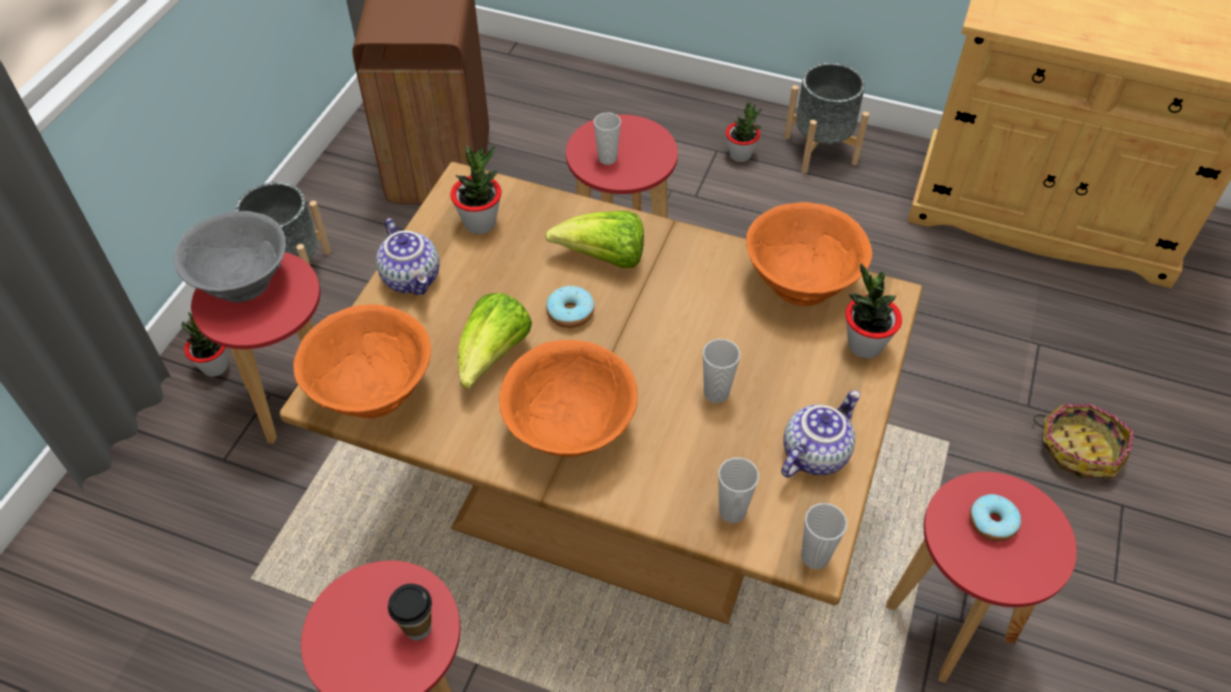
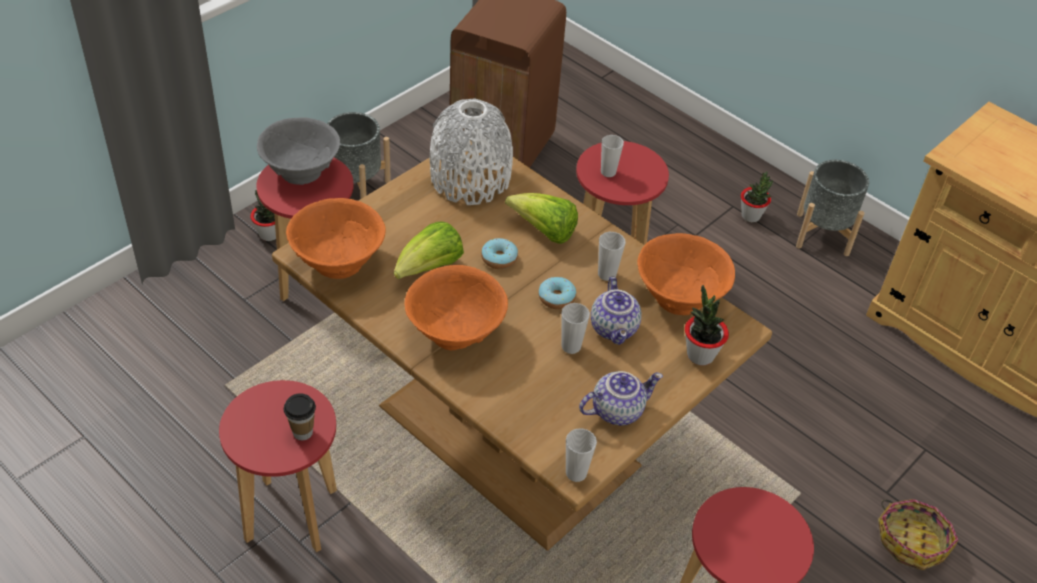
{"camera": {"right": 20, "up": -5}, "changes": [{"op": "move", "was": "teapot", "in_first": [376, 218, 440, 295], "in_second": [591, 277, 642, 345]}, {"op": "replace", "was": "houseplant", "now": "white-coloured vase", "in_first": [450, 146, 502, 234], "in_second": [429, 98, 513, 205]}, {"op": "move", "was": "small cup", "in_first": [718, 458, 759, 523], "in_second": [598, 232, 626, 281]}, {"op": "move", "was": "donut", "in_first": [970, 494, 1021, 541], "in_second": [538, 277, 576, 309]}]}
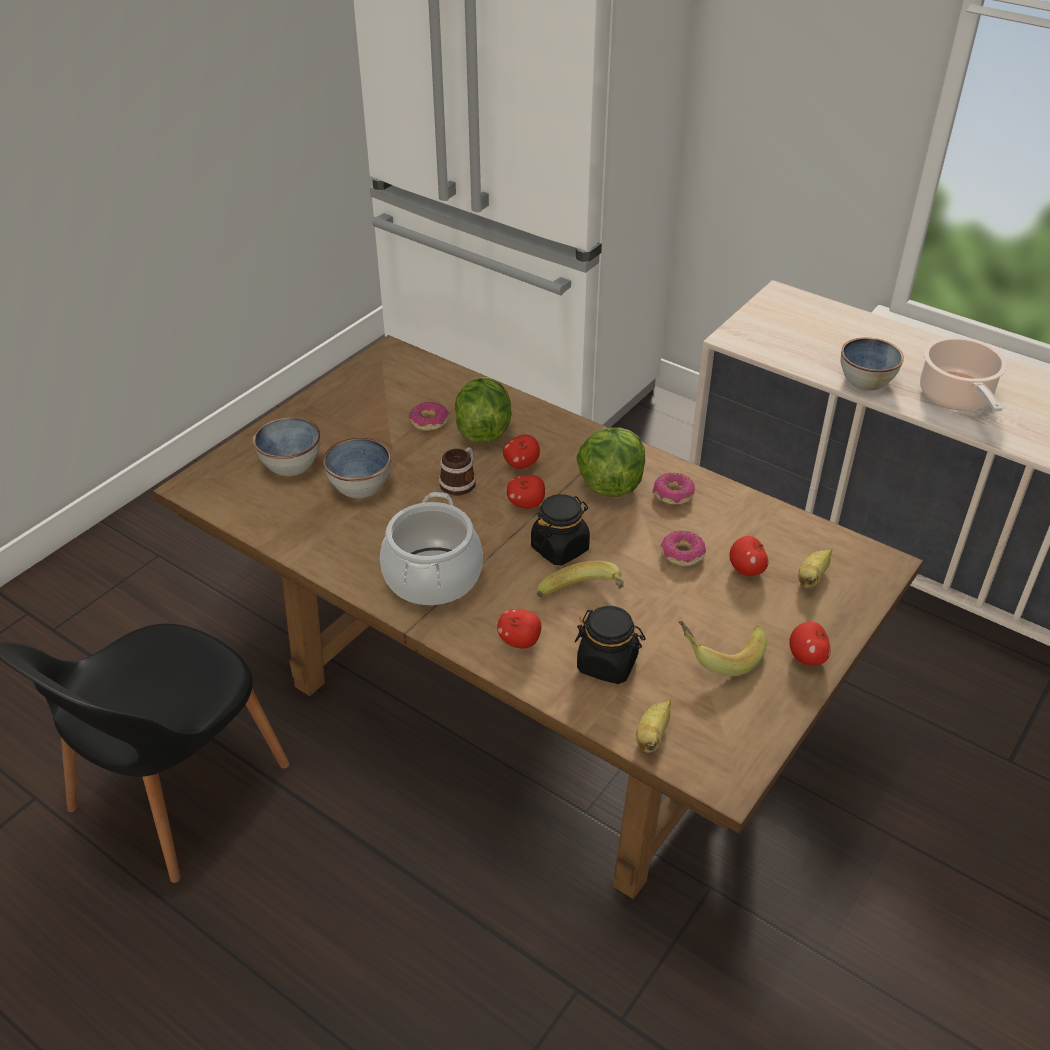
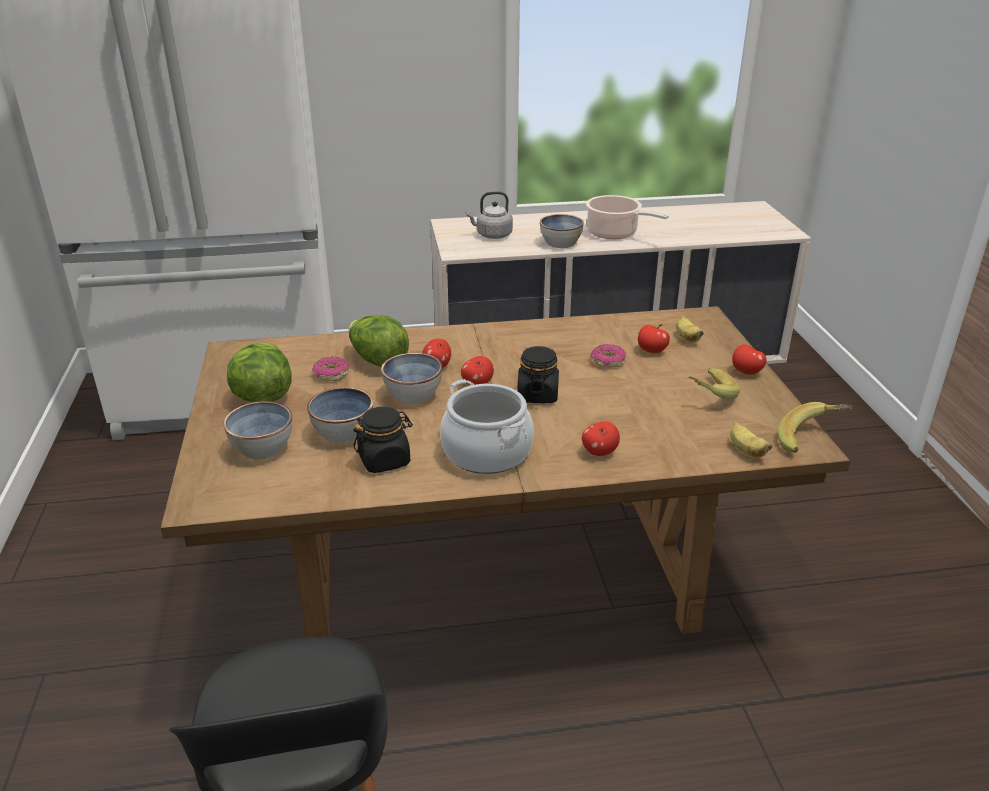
{"camera": {"right": -45, "up": -10}, "changes": [{"op": "replace", "was": "tea mug", "now": "serving bowl", "in_first": [439, 447, 476, 495], "in_second": [381, 353, 442, 404]}, {"op": "move", "was": "banana", "in_first": [537, 561, 624, 597], "in_second": [778, 402, 853, 453]}, {"op": "move", "was": "black-coloured storage jar", "in_first": [575, 606, 646, 684], "in_second": [353, 407, 413, 473]}, {"op": "move", "was": "lettuce head", "in_first": [576, 428, 645, 497], "in_second": [227, 342, 292, 402]}, {"op": "delete", "was": "donut", "in_first": [653, 472, 695, 505]}, {"op": "insert", "now": "grey kettle", "in_second": [466, 191, 513, 239]}]}
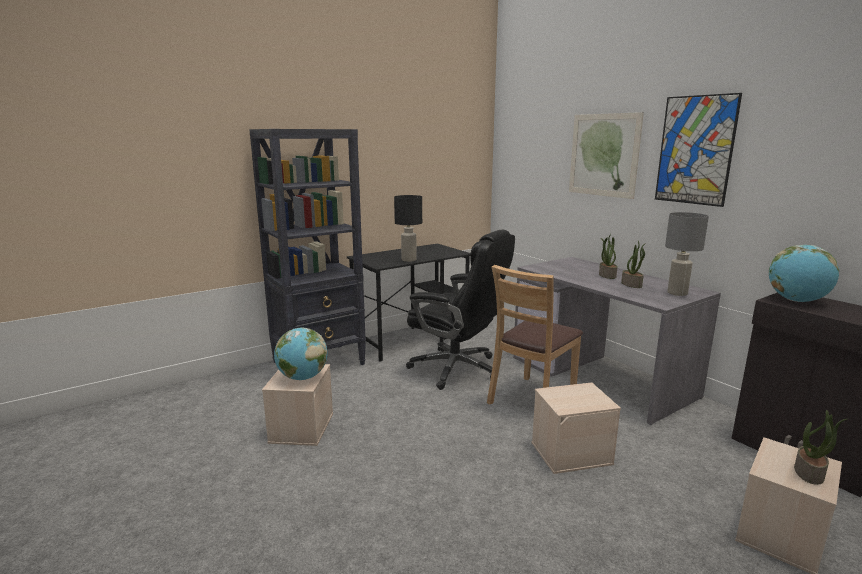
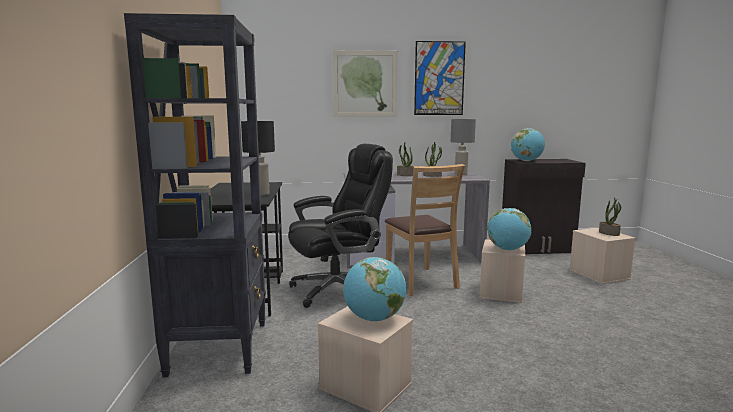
{"camera": {"right": -60, "up": -5}, "changes": [{"op": "insert", "now": "globe", "in_second": [487, 208, 532, 250]}]}
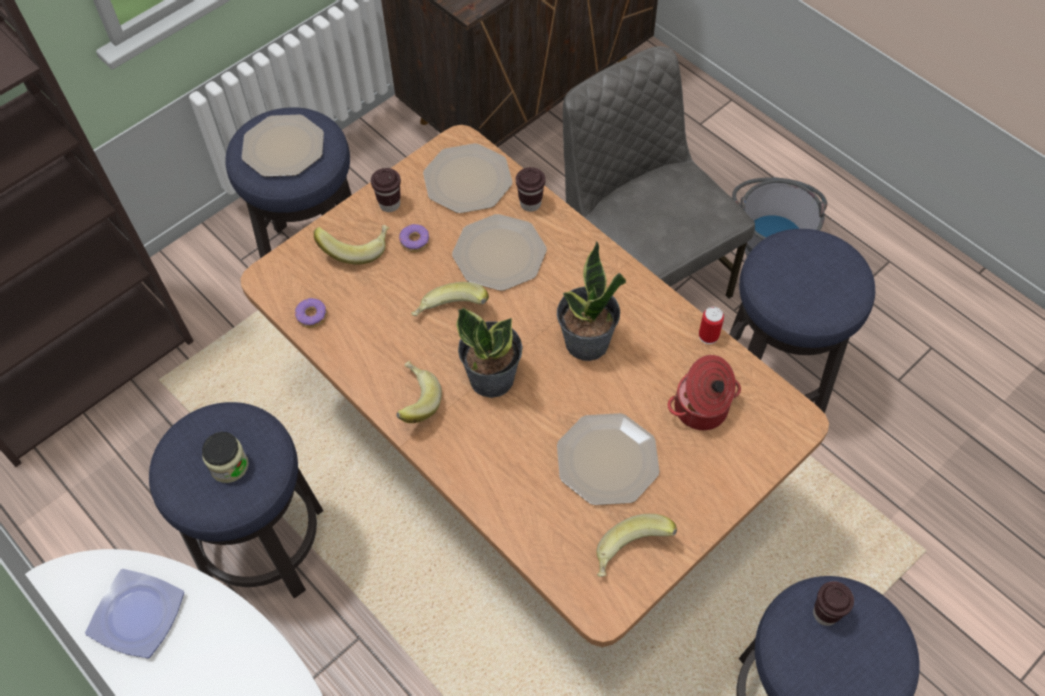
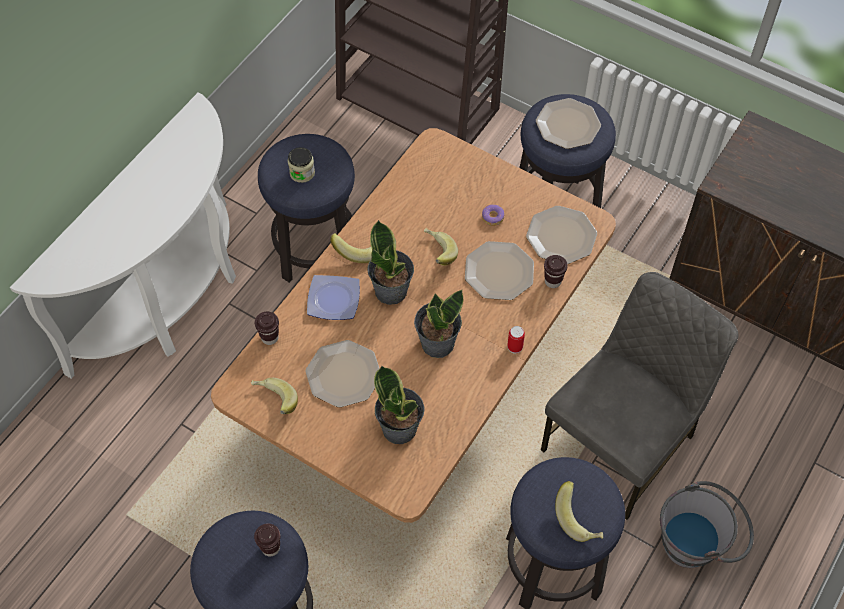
{"camera": {"right": 75, "up": 0}, "changes": [{"op": "move", "was": "flat dish", "in_first": [85, 569, 184, 658], "in_second": [307, 275, 360, 320]}, {"op": "delete", "was": "donut", "in_first": [295, 298, 327, 328]}, {"op": "move", "was": "banana", "in_first": [314, 225, 389, 265], "in_second": [555, 481, 603, 542]}, {"op": "move", "was": "brownish small cup", "in_first": [371, 168, 401, 212], "in_second": [255, 312, 279, 345]}, {"op": "replace", "was": "cooking pot", "now": "houseplant", "in_first": [668, 355, 741, 430], "in_second": [374, 366, 424, 444]}, {"op": "move", "was": "metal can", "in_first": [699, 307, 724, 344], "in_second": [507, 326, 525, 354]}]}
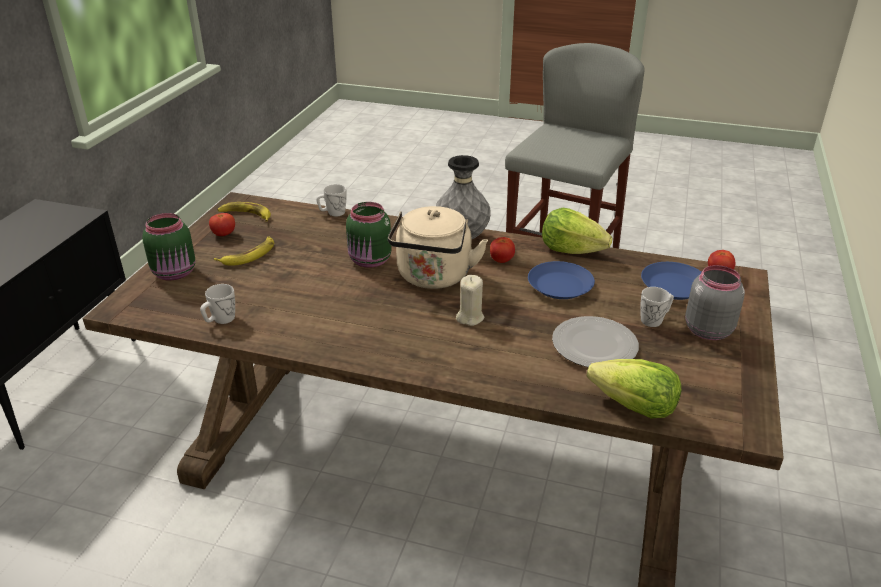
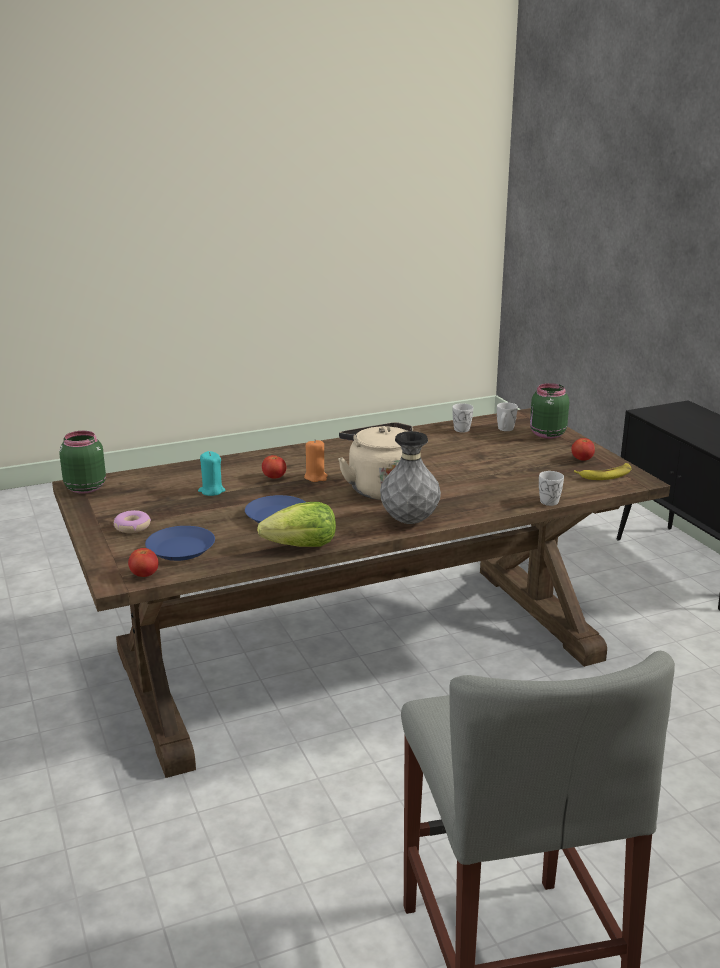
{"camera": {"right": 140, "up": -10}, "changes": [{"op": "delete", "was": "banana", "in_first": [214, 237, 274, 266]}, {"op": "move", "was": "green-coloured storage jar", "in_first": [346, 202, 391, 268], "in_second": [59, 431, 106, 494]}, {"op": "recolor", "was": "sand-coloured wax candle", "now": "orange-coloured wax candle", "in_first": [456, 275, 484, 326], "in_second": [304, 439, 327, 482]}, {"op": "move", "was": "tomato", "in_first": [490, 237, 515, 263], "in_second": [262, 455, 286, 479]}, {"op": "replace", "was": "flat dish", "now": "turquoise wax candle", "in_first": [552, 316, 639, 367], "in_second": [198, 451, 225, 496]}, {"op": "delete", "was": "lettuce head", "in_first": [587, 359, 681, 419]}, {"op": "move", "was": "white-coloured tea mug", "in_first": [640, 287, 674, 327], "in_second": [497, 402, 518, 431]}, {"op": "replace", "was": "grey storage jar", "now": "donut", "in_first": [685, 265, 745, 340], "in_second": [114, 510, 151, 533]}]}
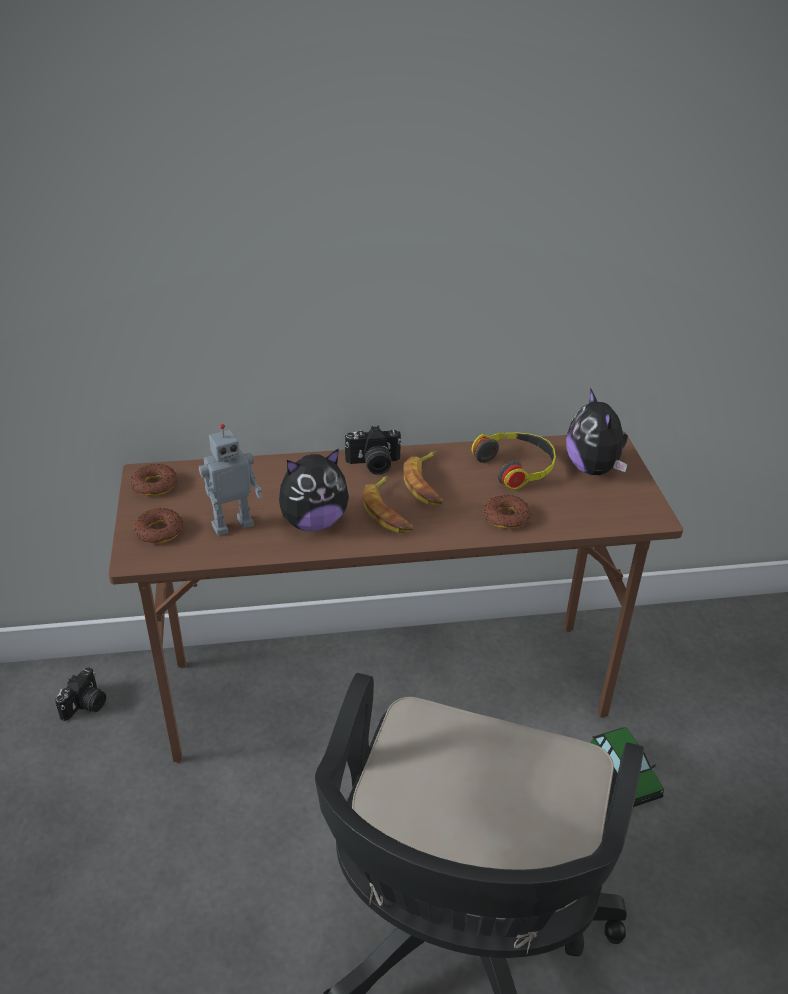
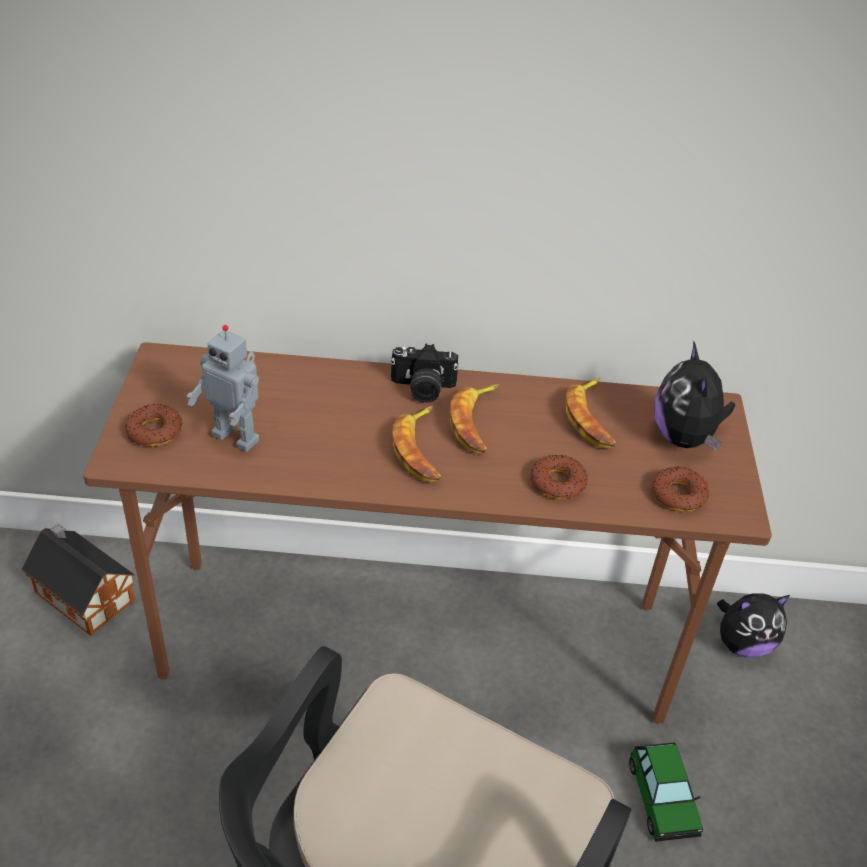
{"camera": {"right": 10, "up": 5}, "changes": [{"op": "replace", "was": "still camera", "now": "model house", "in_first": [55, 667, 106, 721], "in_second": [21, 523, 135, 636]}, {"op": "move", "was": "donut", "in_first": [130, 464, 177, 496], "in_second": [652, 466, 709, 512]}, {"op": "rotate", "was": "robot figure", "in_first": [199, 424, 262, 536], "in_second": [187, 325, 259, 452], "clockwise": 45}, {"op": "move", "was": "soft toy", "in_first": [279, 448, 349, 531], "in_second": [717, 593, 790, 658]}, {"op": "replace", "was": "headphones", "now": "banana", "in_first": [472, 433, 556, 490], "in_second": [565, 378, 616, 448]}]}
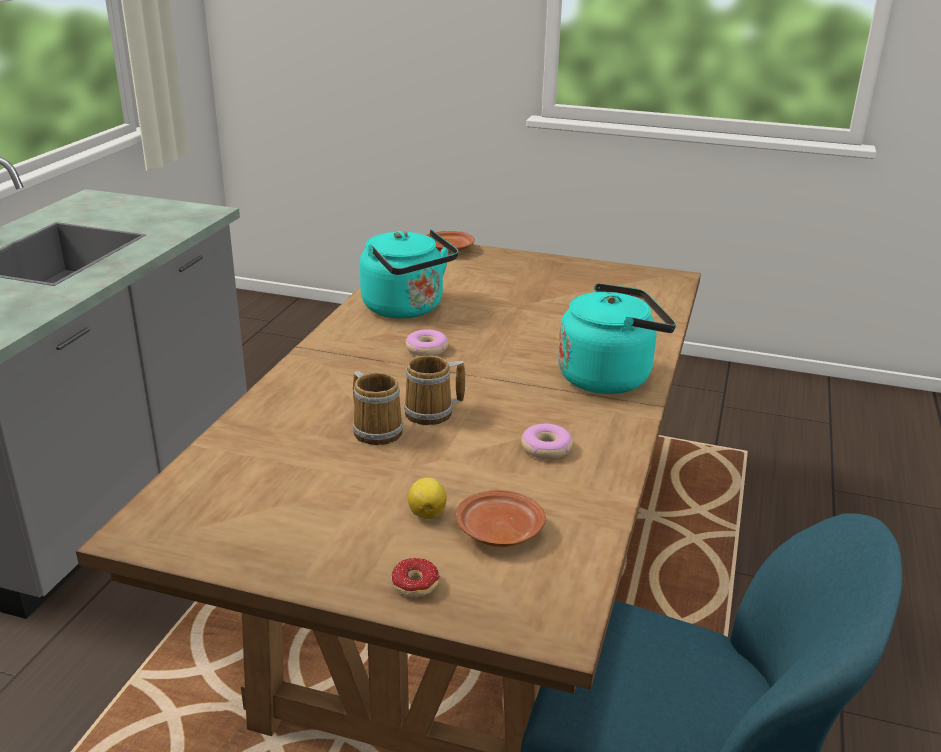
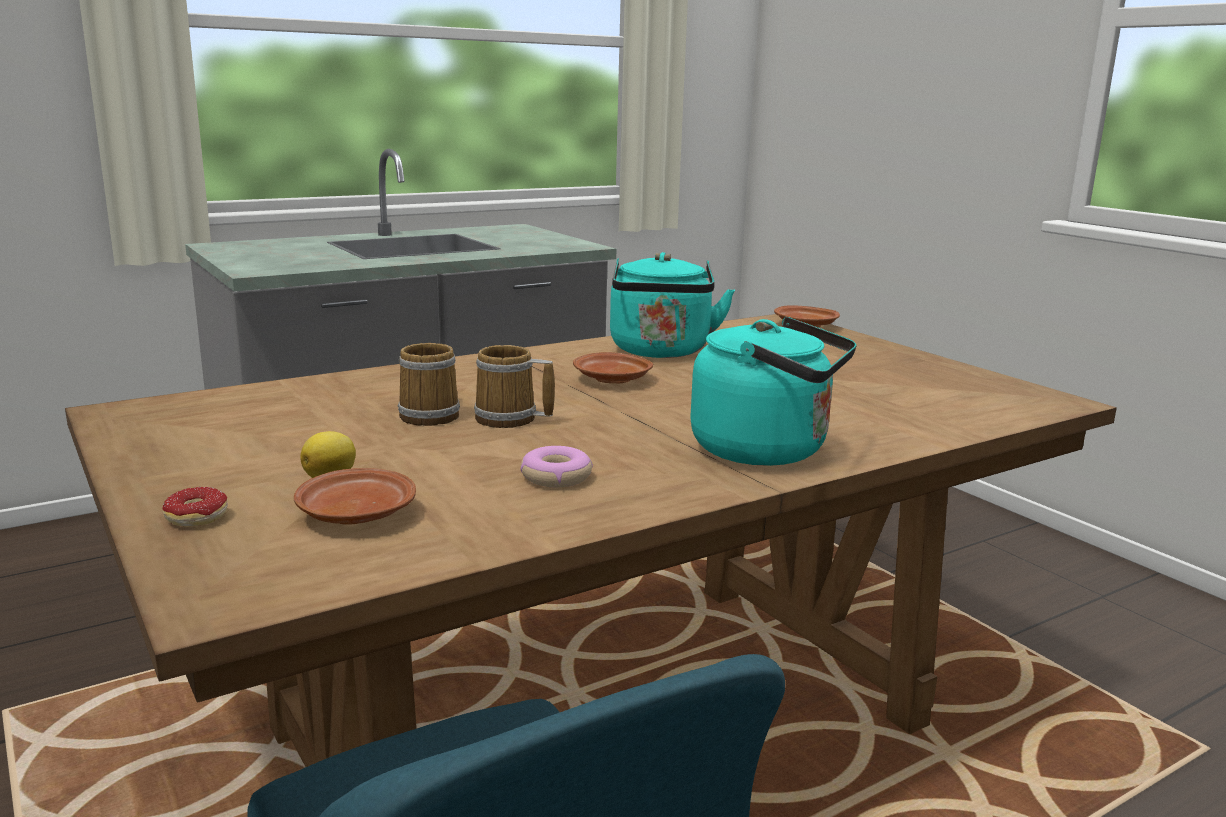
{"camera": {"right": 40, "up": -10}, "changes": [{"op": "replace", "was": "donut", "now": "brownish flat dish", "in_first": [405, 329, 448, 356], "in_second": [573, 352, 653, 383]}]}
